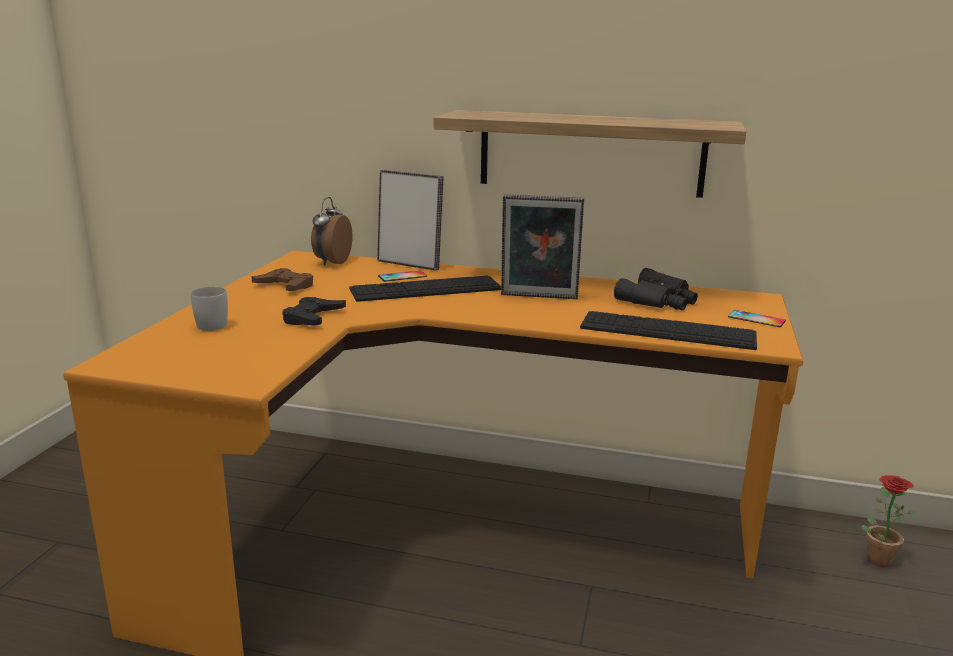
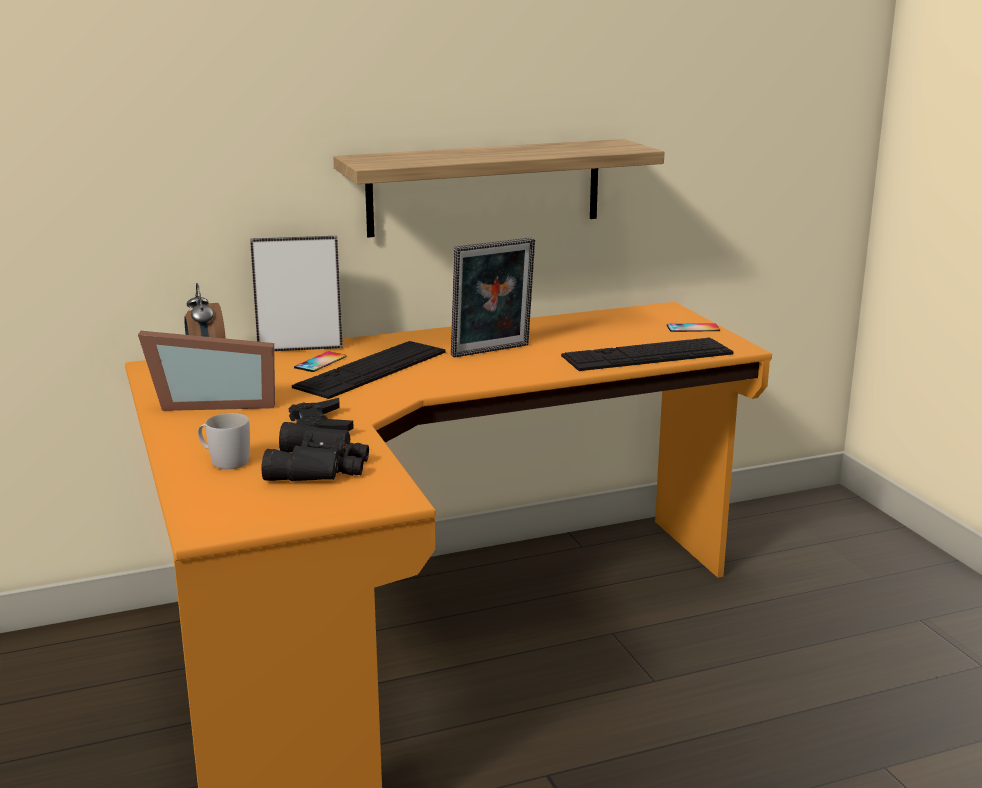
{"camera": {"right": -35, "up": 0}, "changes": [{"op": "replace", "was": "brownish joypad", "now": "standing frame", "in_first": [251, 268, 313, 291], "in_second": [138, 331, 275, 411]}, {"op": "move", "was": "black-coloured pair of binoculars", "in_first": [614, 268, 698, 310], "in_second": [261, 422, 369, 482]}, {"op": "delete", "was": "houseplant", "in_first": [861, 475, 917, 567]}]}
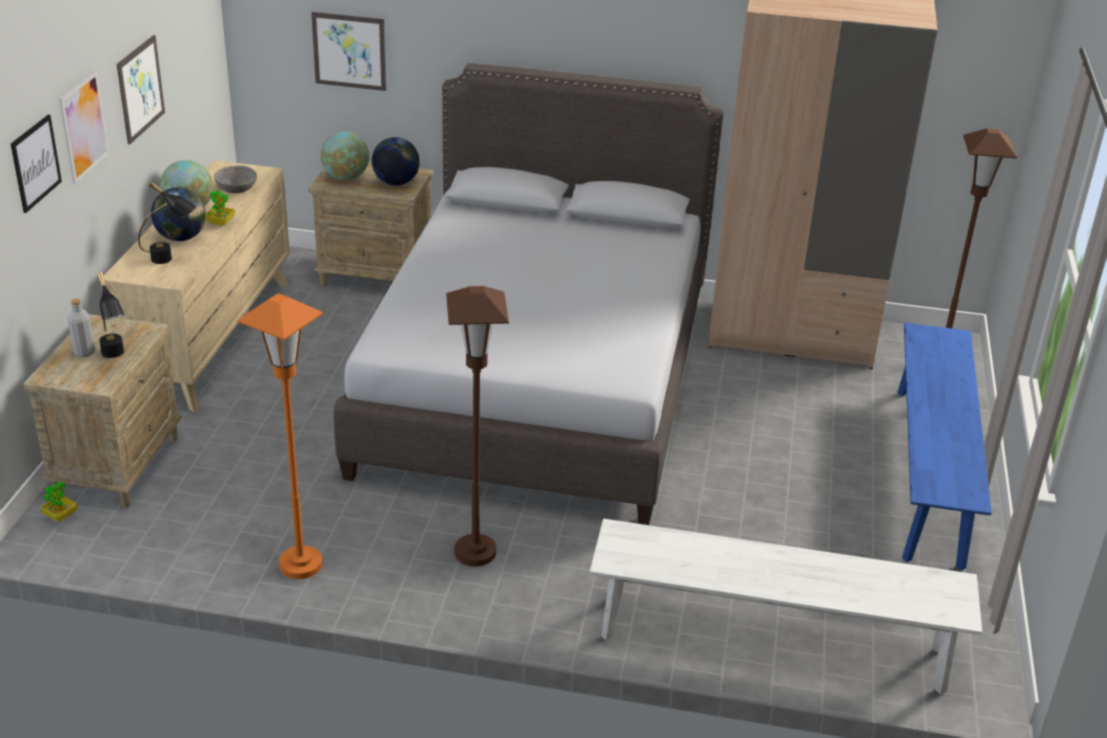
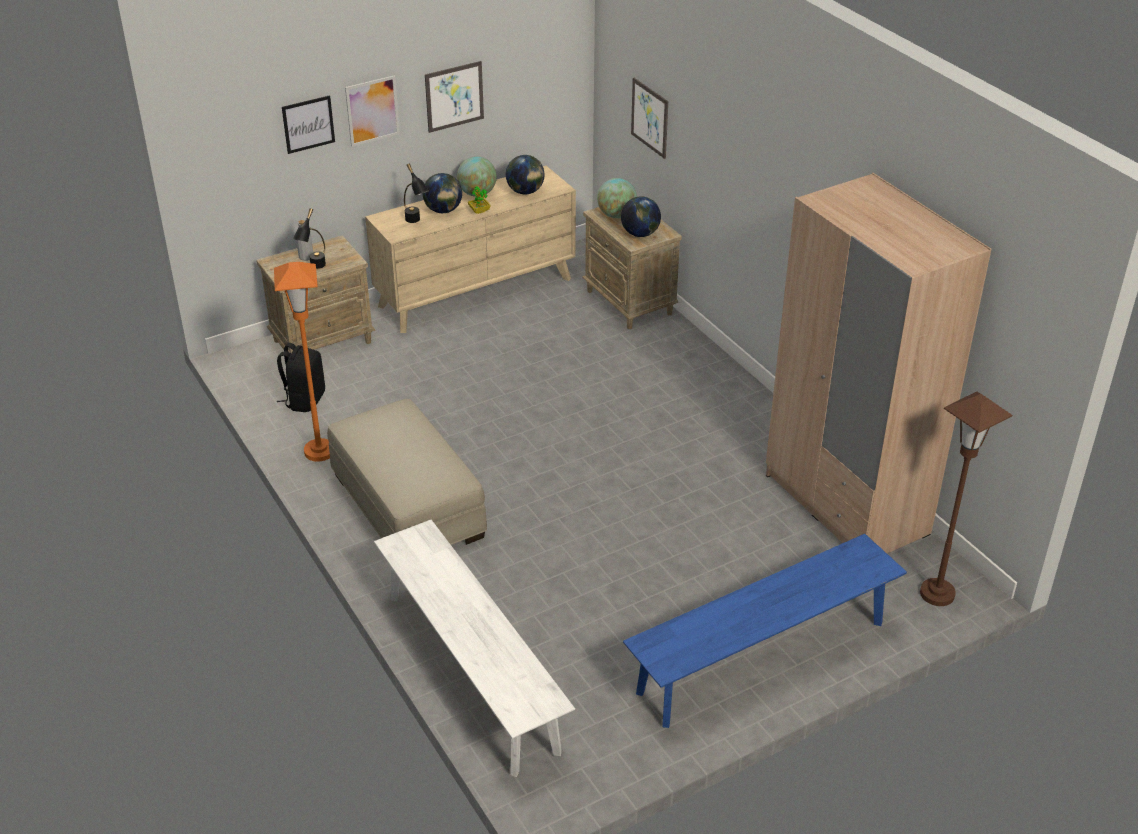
{"camera": {"right": 50, "up": 5}, "changes": [{"op": "delete", "was": "houseplant", "in_first": [40, 481, 78, 522]}, {"op": "replace", "was": "grey serving bowl", "now": "globe", "in_first": [214, 166, 257, 193], "in_second": [506, 155, 545, 194]}, {"op": "delete", "was": "grey bed", "in_first": [334, 63, 724, 525]}, {"op": "replace", "was": "brownish floor lamp", "now": "sand-coloured ottoman", "in_first": [446, 286, 509, 566], "in_second": [327, 399, 487, 545]}, {"op": "insert", "now": "black-coloured backpack", "in_second": [277, 343, 325, 412]}]}
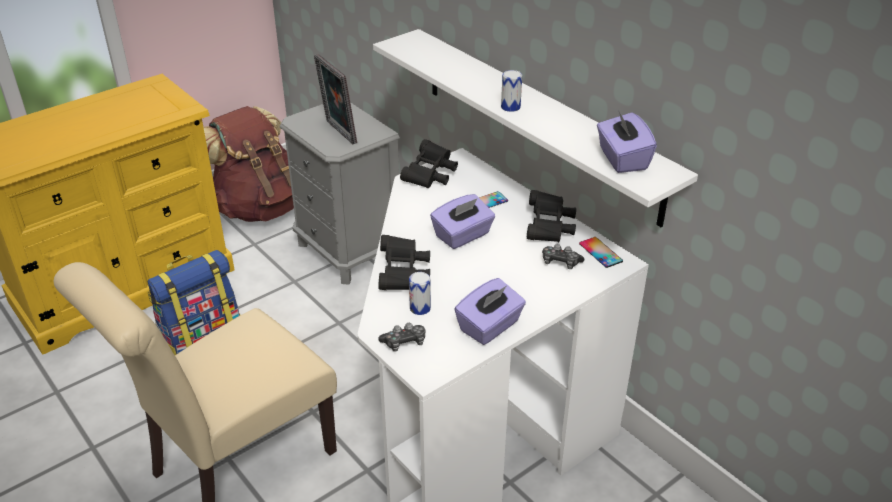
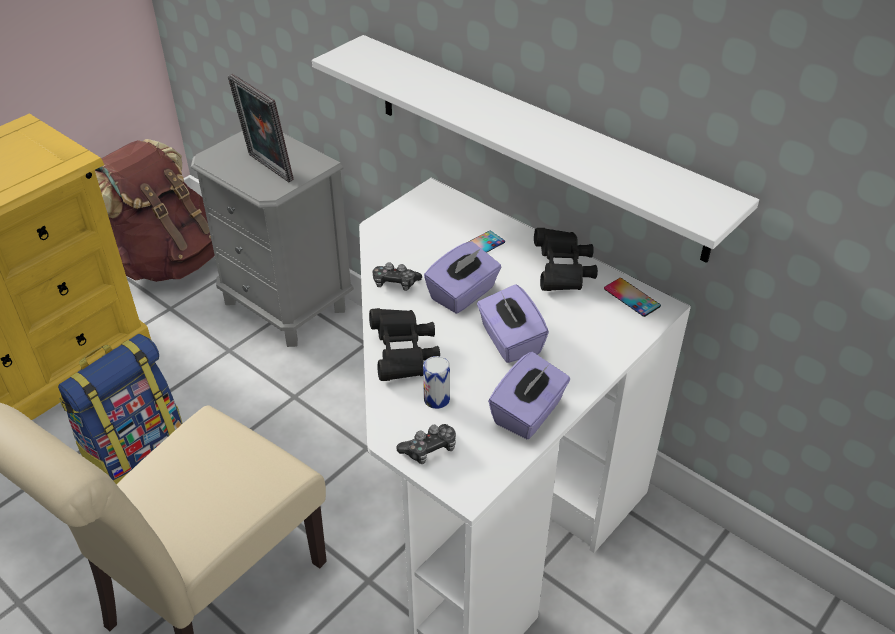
{"camera": {"right": -10, "up": 5}, "changes": [{"op": "delete", "was": "black-coloured pair of binoculars", "in_first": [400, 139, 458, 188]}, {"op": "delete", "was": "metal can", "in_first": [501, 70, 522, 112]}, {"op": "move", "was": "joypad", "in_first": [542, 244, 584, 269], "in_second": [373, 262, 422, 291]}, {"op": "move", "was": "purple-coloured box of tissues", "in_first": [597, 110, 657, 173], "in_second": [477, 284, 549, 363]}]}
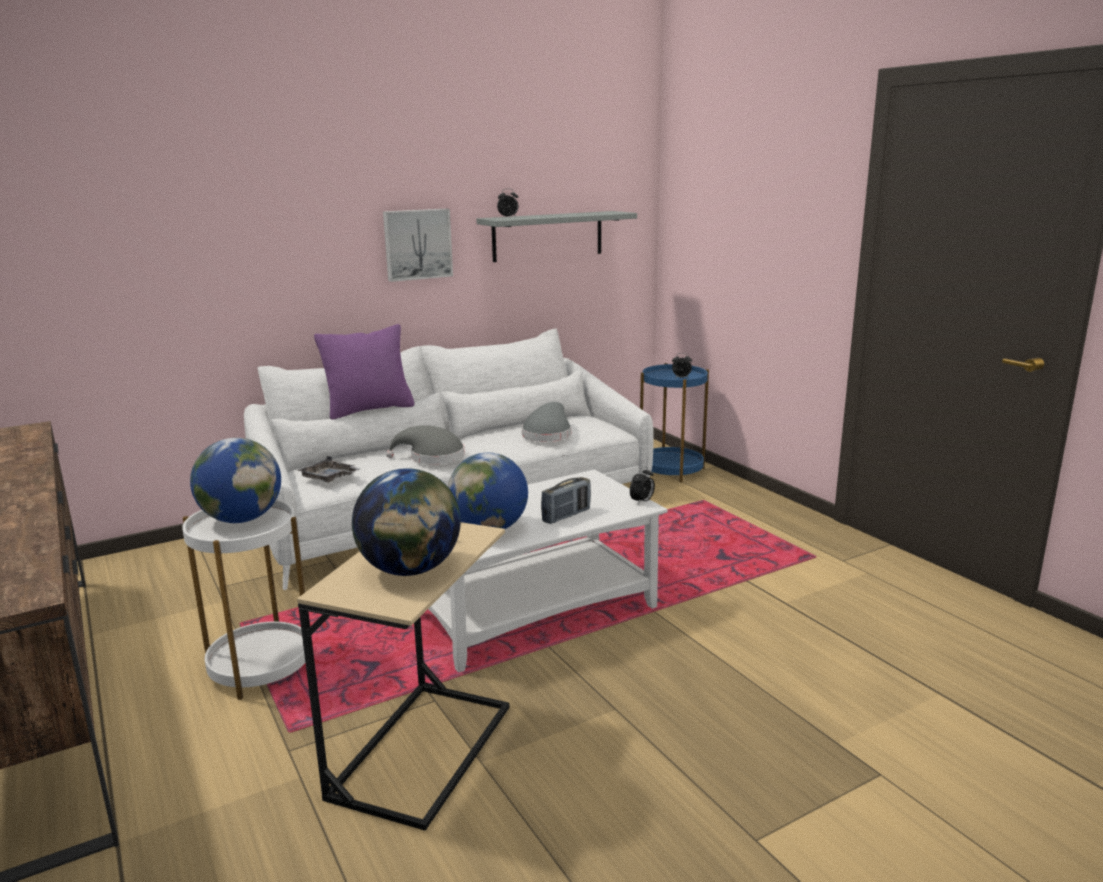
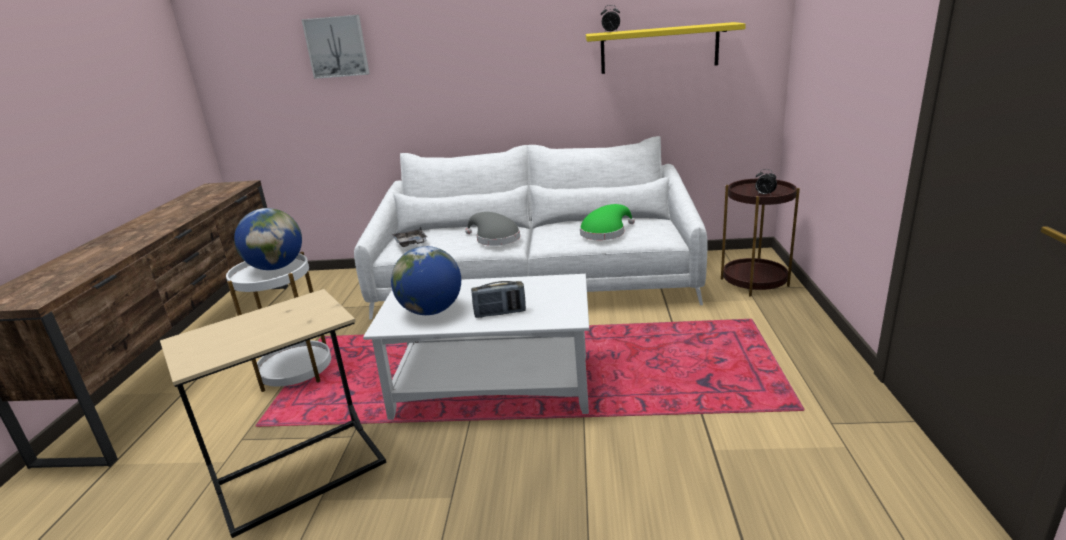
{"camera": {"right": 35, "up": 5}, "changes": [{"op": "delete", "was": "purple-coloured pillow", "in_first": [314, 324, 414, 420]}, {"op": "delete", "was": "globe", "in_first": [352, 468, 461, 576]}, {"op": "move", "was": "wall art", "in_first": [383, 209, 453, 282], "in_second": [301, 15, 370, 79]}, {"op": "recolor", "was": "grey shelf", "now": "yellowish shelf", "in_first": [476, 211, 637, 262], "in_second": [586, 22, 746, 74]}, {"op": "recolor", "was": "grey wearable hat", "now": "green-coloured wearable hat", "in_first": [522, 402, 571, 442], "in_second": [580, 204, 635, 240]}, {"op": "delete", "was": "bedside clock", "in_first": [630, 466, 655, 505]}, {"op": "recolor", "was": "blue-coloured accent table", "now": "brownish accent table", "in_first": [640, 363, 709, 483], "in_second": [721, 179, 800, 297]}]}
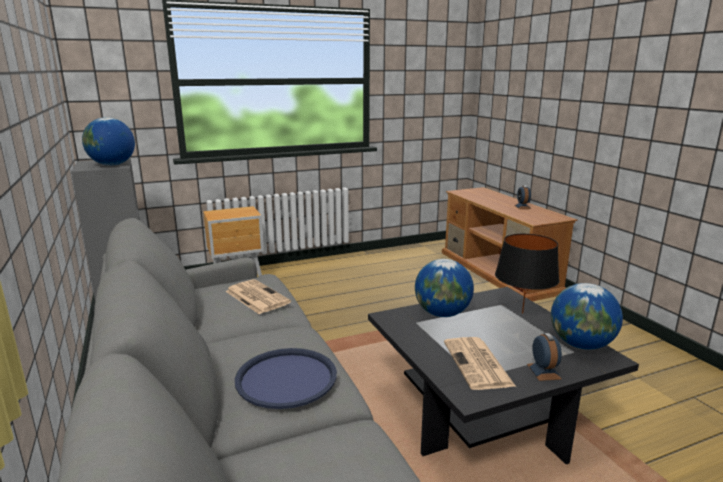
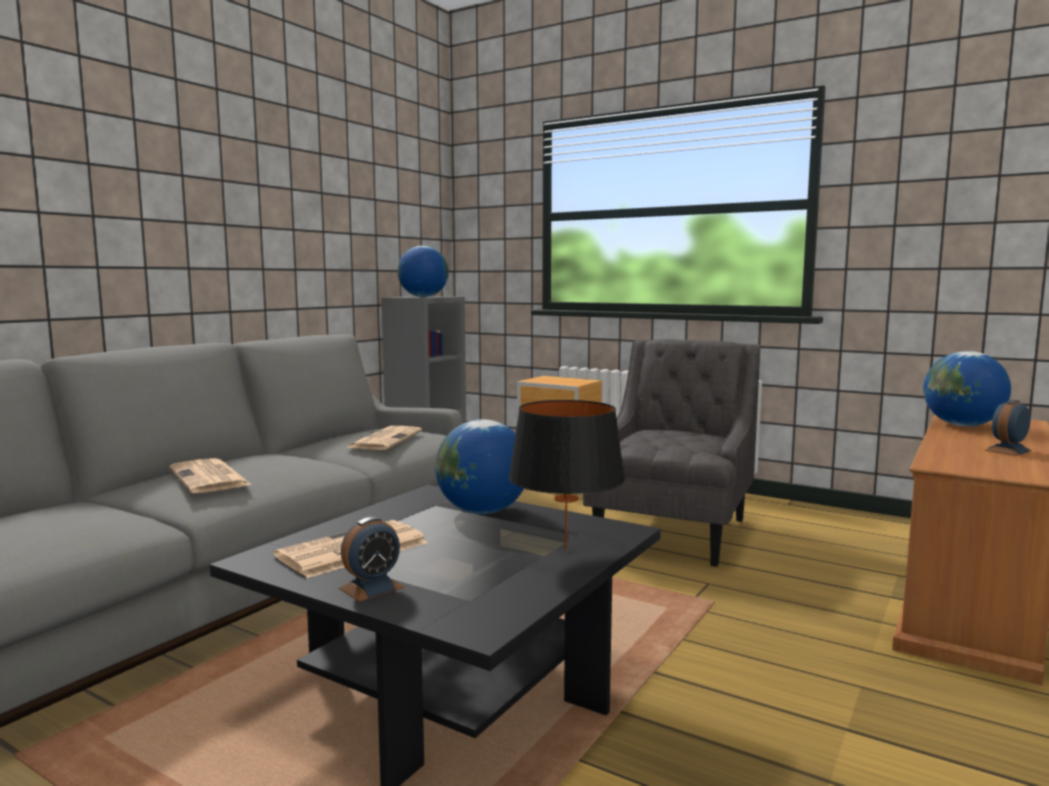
{"camera": {"right": 55, "up": -10}, "changes": [{"op": "replace", "was": "blue-coloured tray", "now": "newspaper", "in_first": [235, 348, 337, 409], "in_second": [169, 458, 252, 493]}, {"op": "move", "was": "globe", "in_first": [551, 283, 623, 350], "in_second": [923, 351, 1011, 427]}, {"op": "insert", "now": "grey armchair", "in_second": [583, 339, 761, 567]}]}
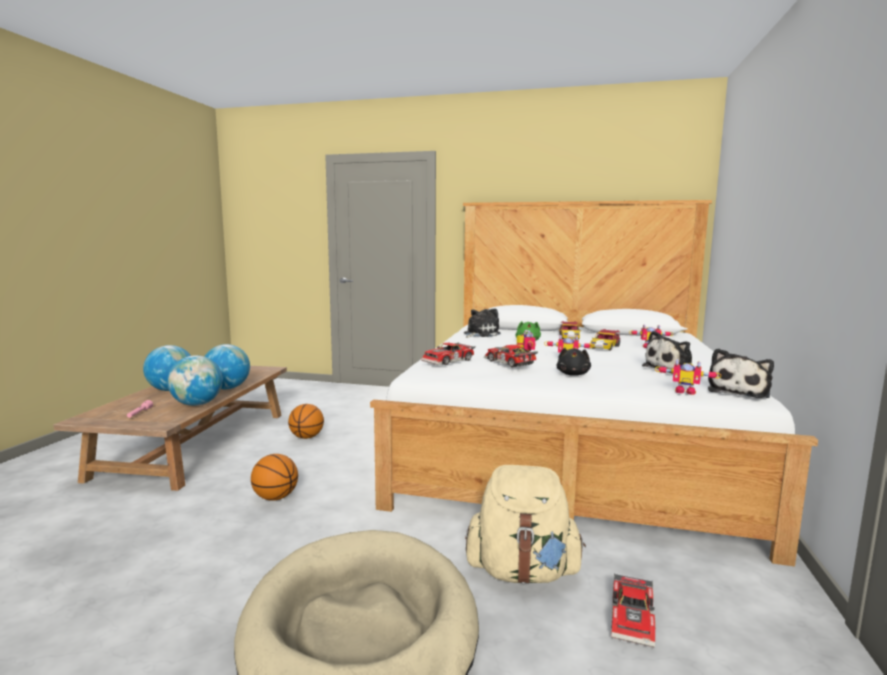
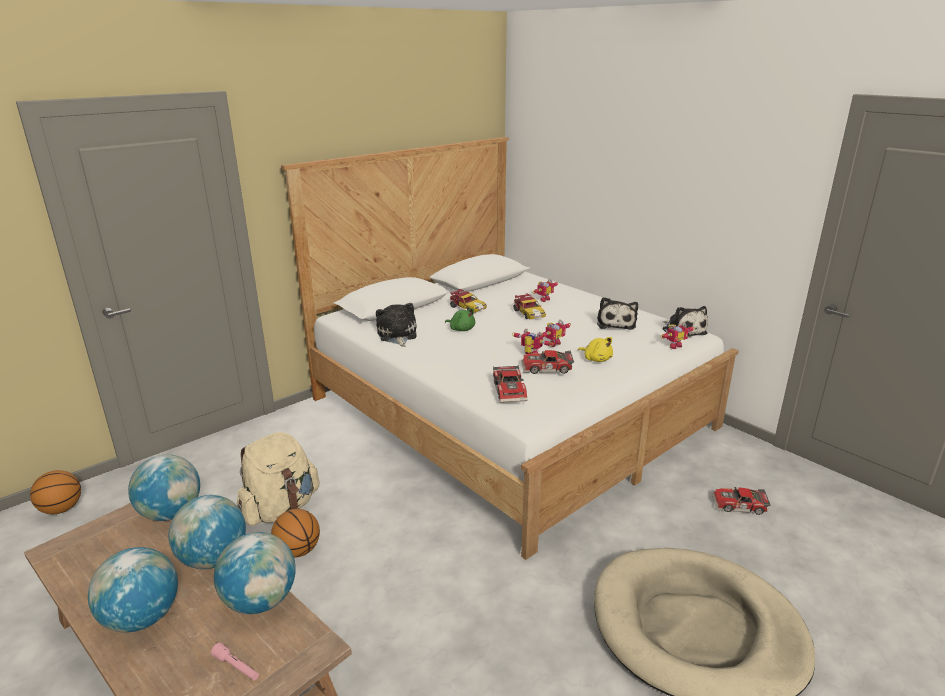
{"camera": {"right": -55, "up": 15}, "changes": [{"op": "move", "was": "basketball", "in_first": [251, 454, 298, 501], "in_second": [30, 470, 81, 514]}, {"op": "move", "was": "sand-coloured backpack", "in_first": [465, 465, 586, 584], "in_second": [237, 432, 320, 526]}, {"op": "recolor", "was": "black-coloured soft toy", "now": "yellowish soft toy", "in_first": [556, 347, 591, 376], "in_second": [578, 337, 613, 362]}, {"op": "rotate", "was": "model car", "in_first": [611, 573, 655, 648], "in_second": [712, 487, 771, 515], "clockwise": 135}, {"op": "insert", "now": "globe", "in_second": [128, 454, 200, 521]}]}
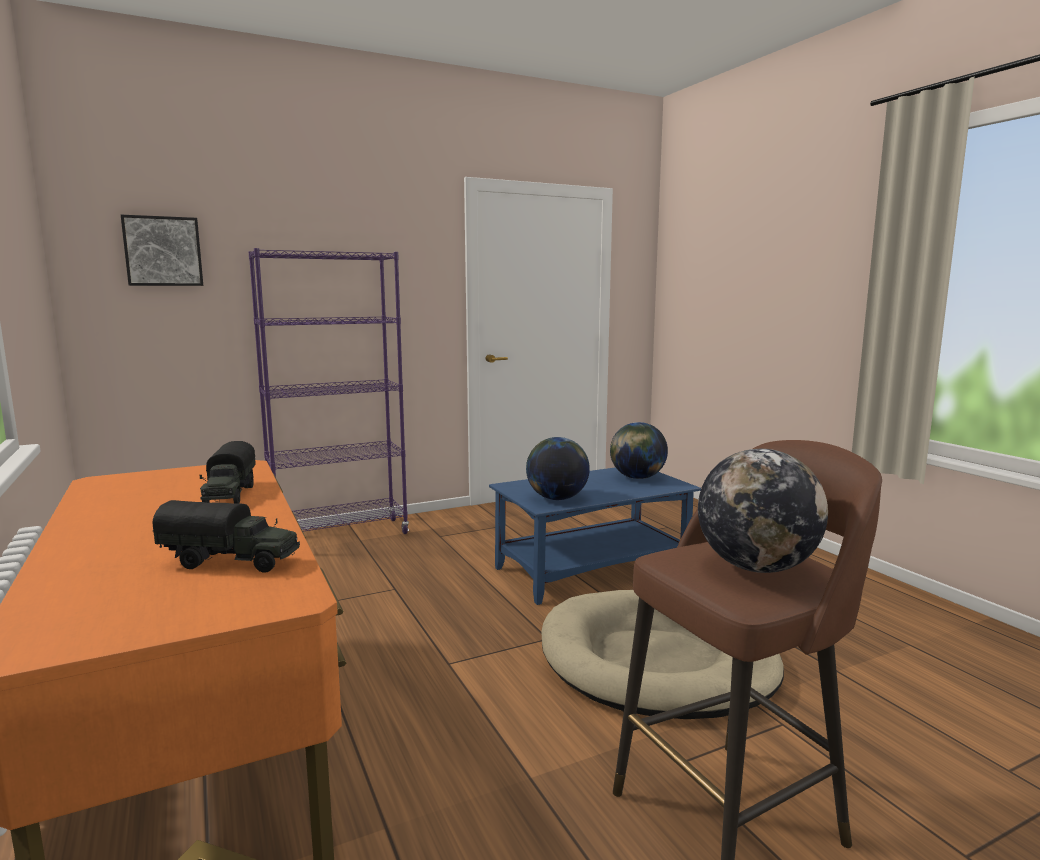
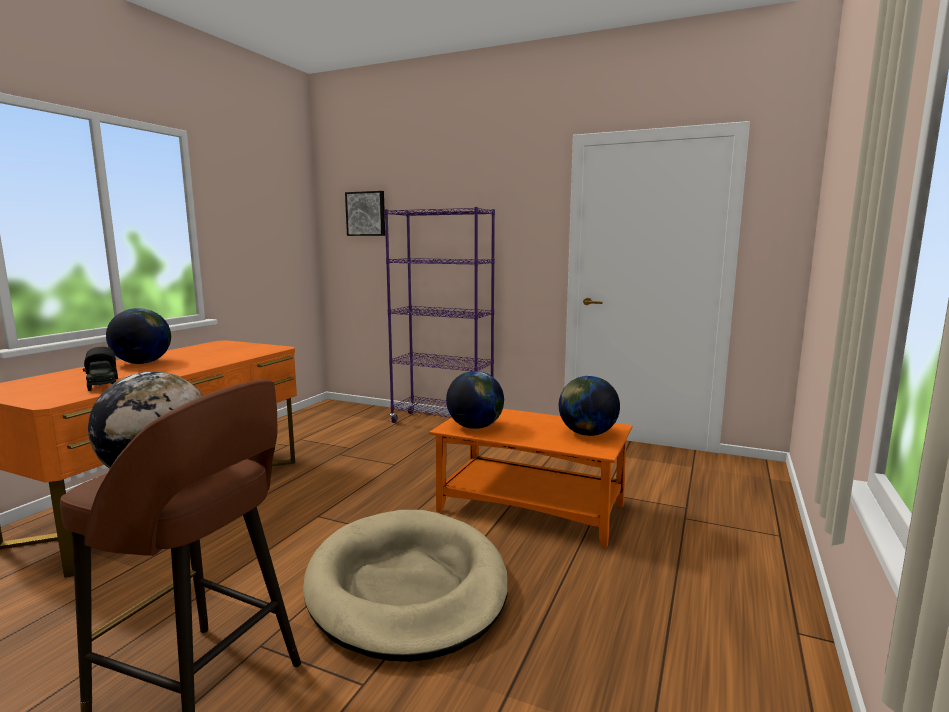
{"camera": {"right": 50, "up": 0}, "changes": [{"op": "delete", "was": "toy lorry", "in_first": [200, 441, 256, 503]}, {"op": "recolor", "was": "blue-coloured lounge table", "now": "orange-coloured lounge table", "in_first": [489, 467, 701, 605], "in_second": [429, 409, 633, 549]}, {"op": "insert", "now": "globe", "in_second": [106, 308, 171, 364]}]}
